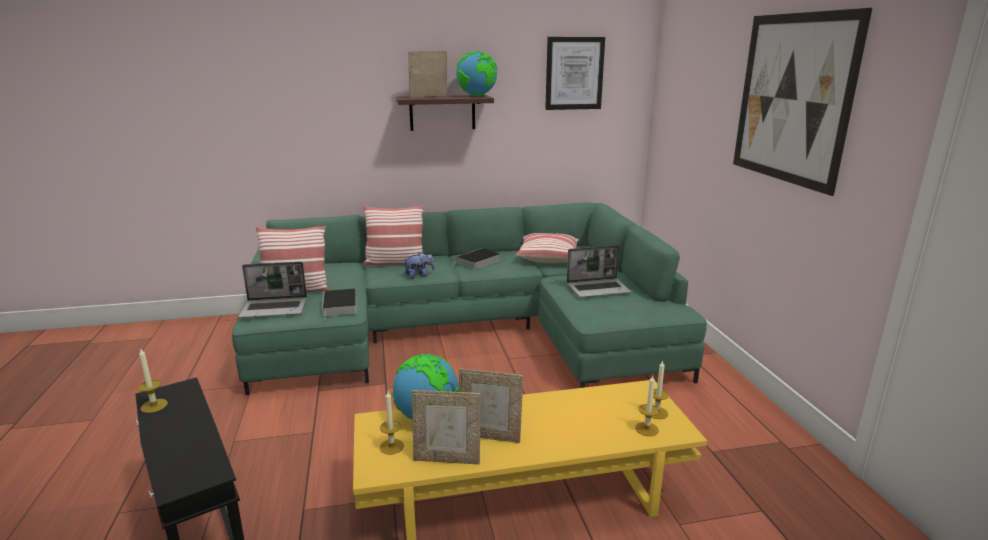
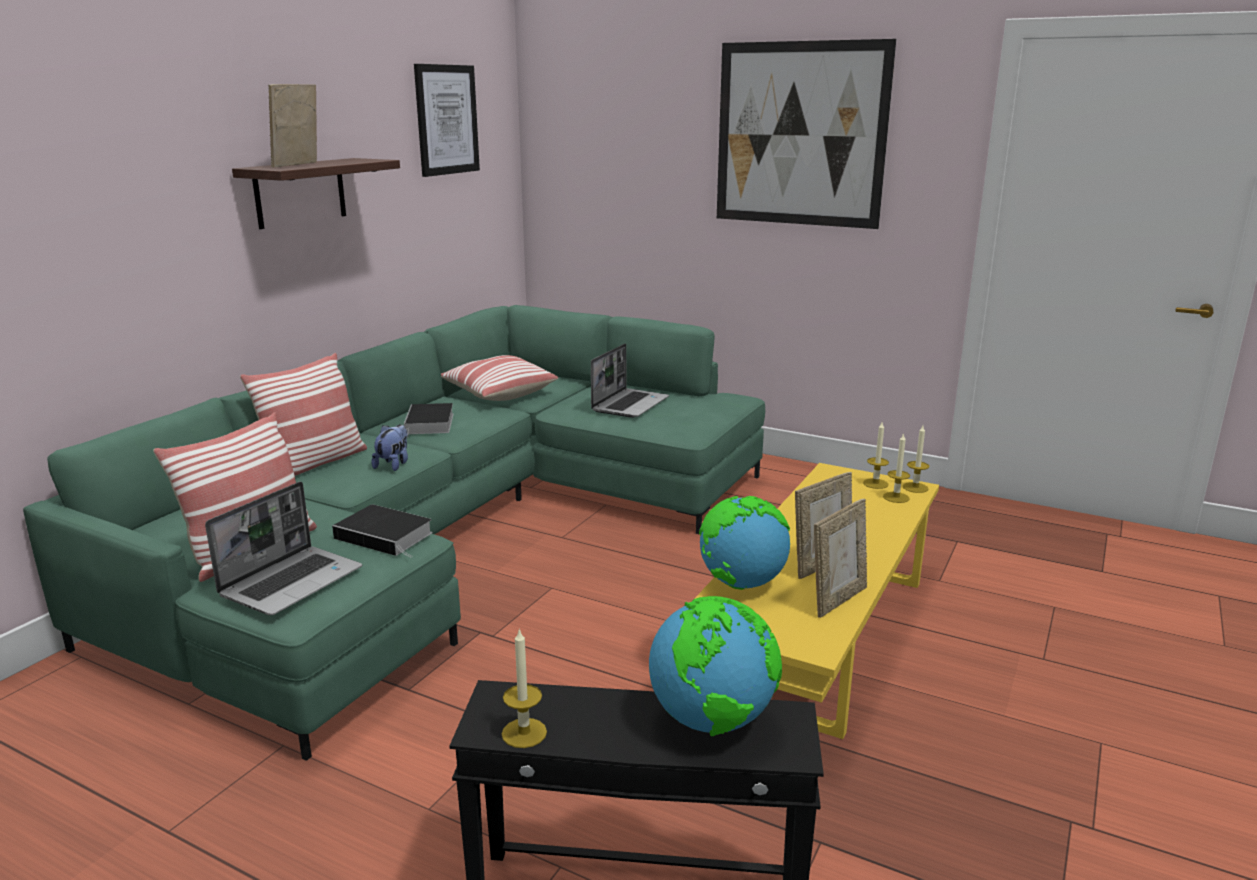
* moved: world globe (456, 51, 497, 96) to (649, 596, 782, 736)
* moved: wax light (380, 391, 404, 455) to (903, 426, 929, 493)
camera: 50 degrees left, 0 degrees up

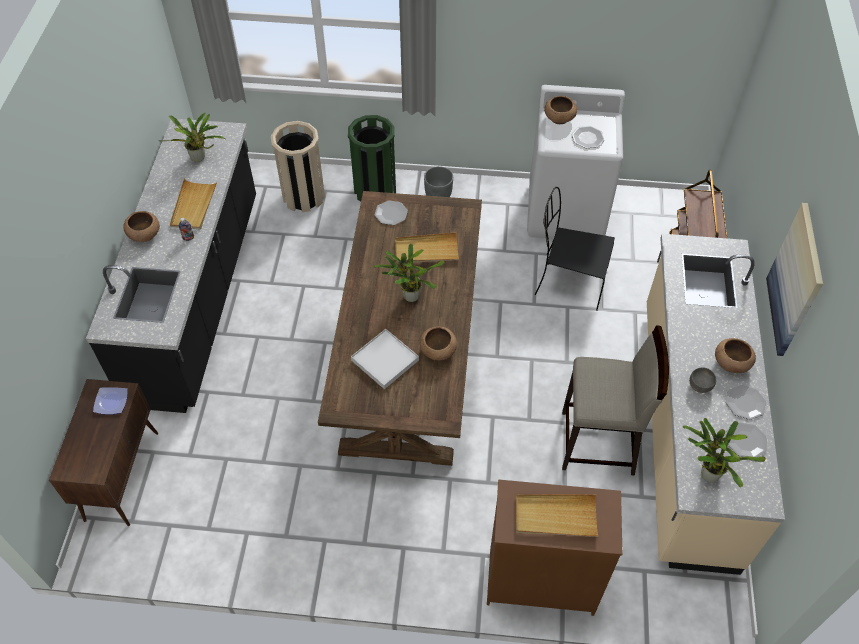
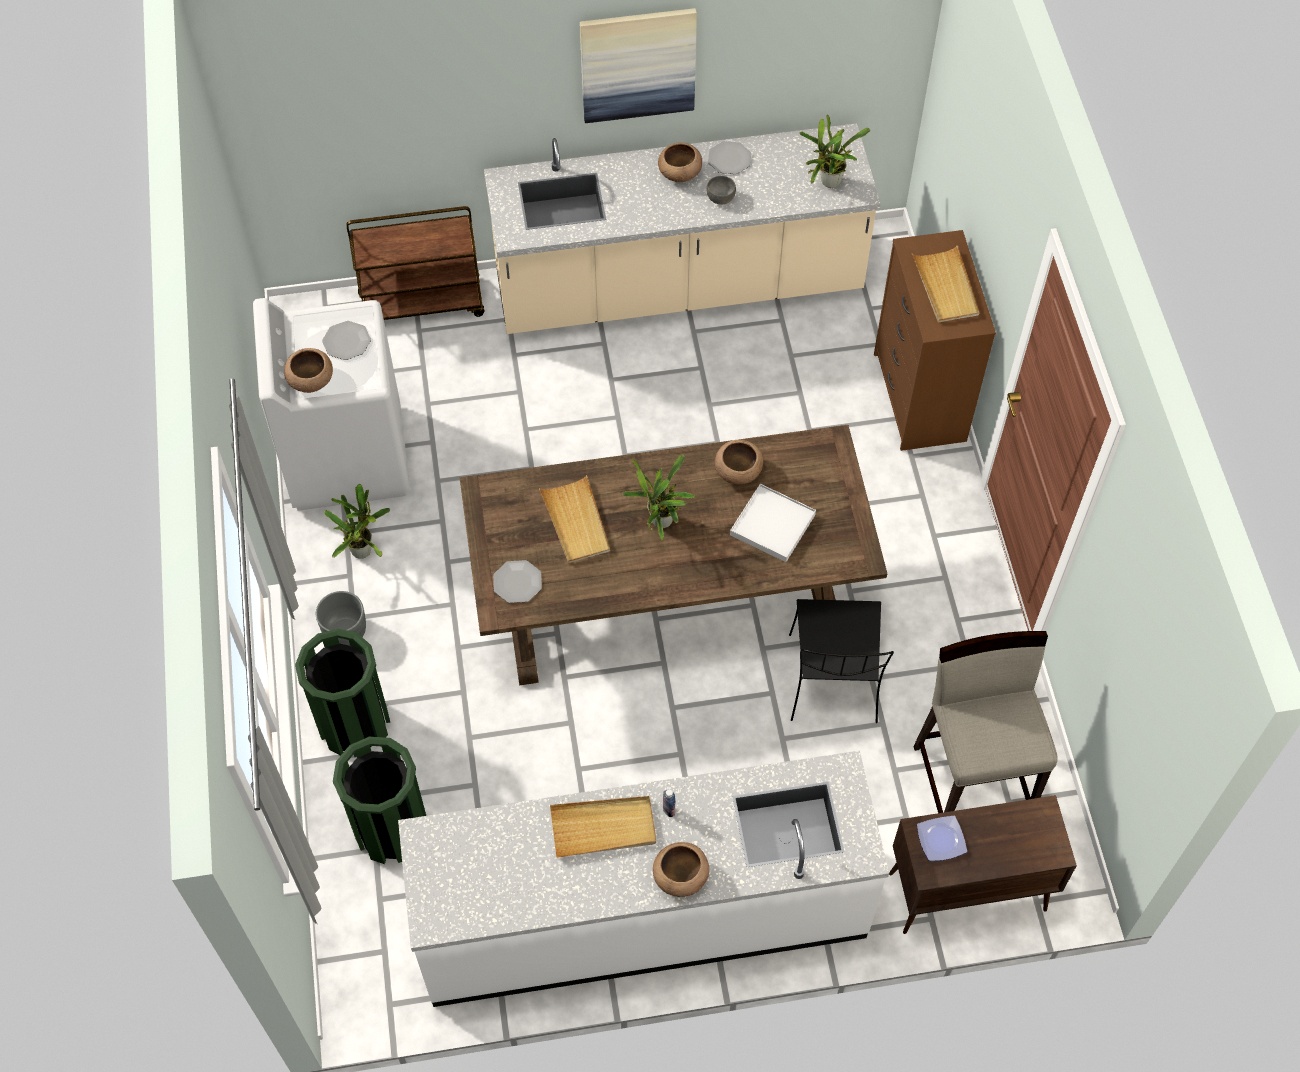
* moved: plant in a pot (159, 113, 225, 162) to (324, 484, 391, 559)
* recoloured: beige trash can (271, 121, 325, 212) to green-coloured trash can (333, 737, 426, 864)
* recoloured: blackish kitchen base unit (86, 119, 256, 413) to whitish kitchen base unit (398, 751, 889, 1007)
* moved: blackish upright chair (535, 187, 615, 311) to (789, 599, 894, 723)
* moved: beige stool (562, 325, 669, 476) to (914, 631, 1058, 813)
* removed: dinner plate (727, 422, 767, 457)
camera: 105 degrees left, 5 degrees up

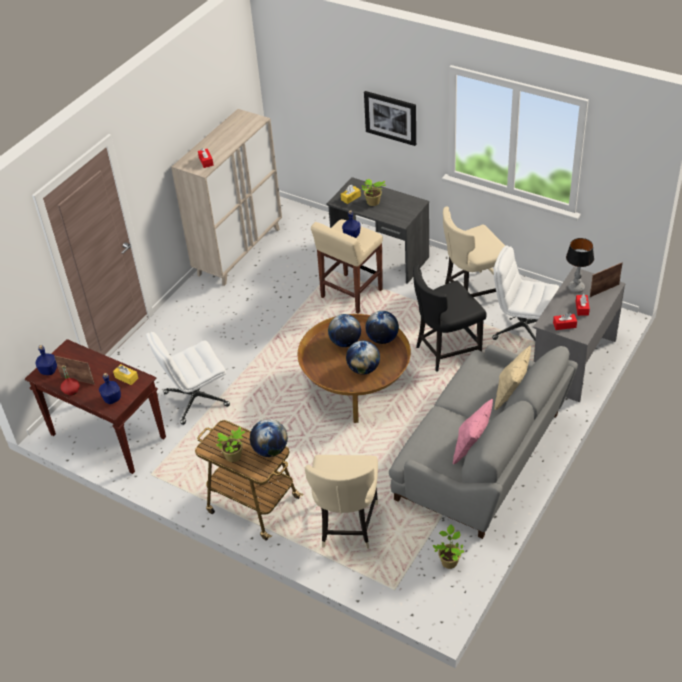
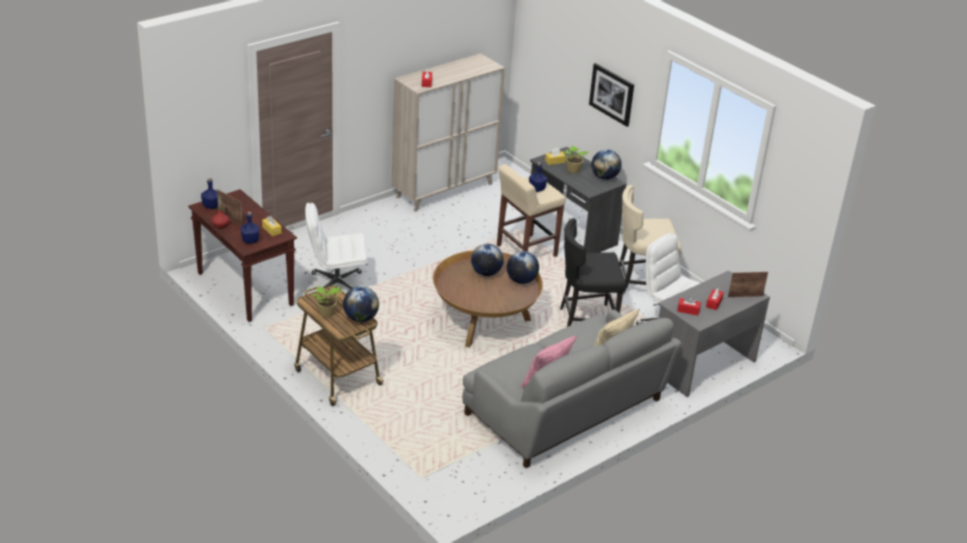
* moved: world globe (346, 340, 380, 374) to (591, 149, 622, 180)
* removed: beige upright chair (305, 455, 378, 549)
* removed: plant in a pot (433, 524, 464, 569)
* removed: table lamp (566, 238, 594, 293)
camera: 15 degrees right, 10 degrees down

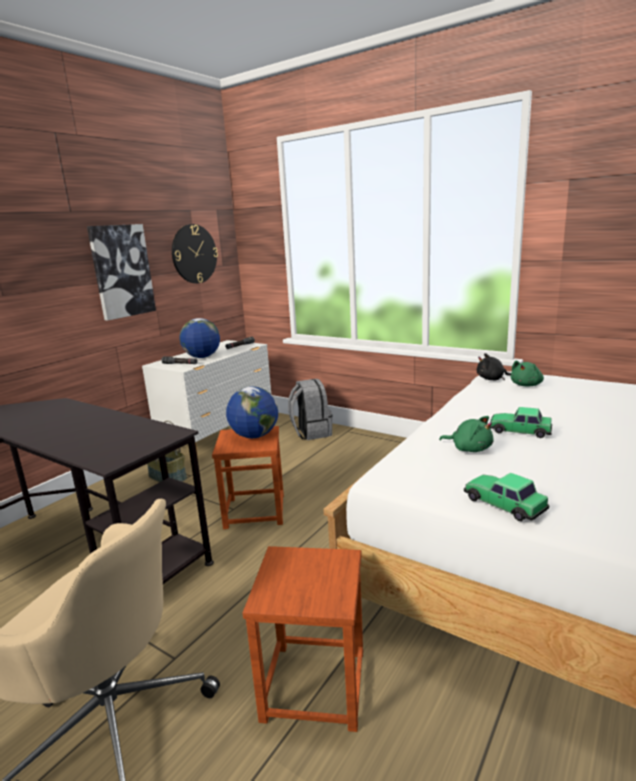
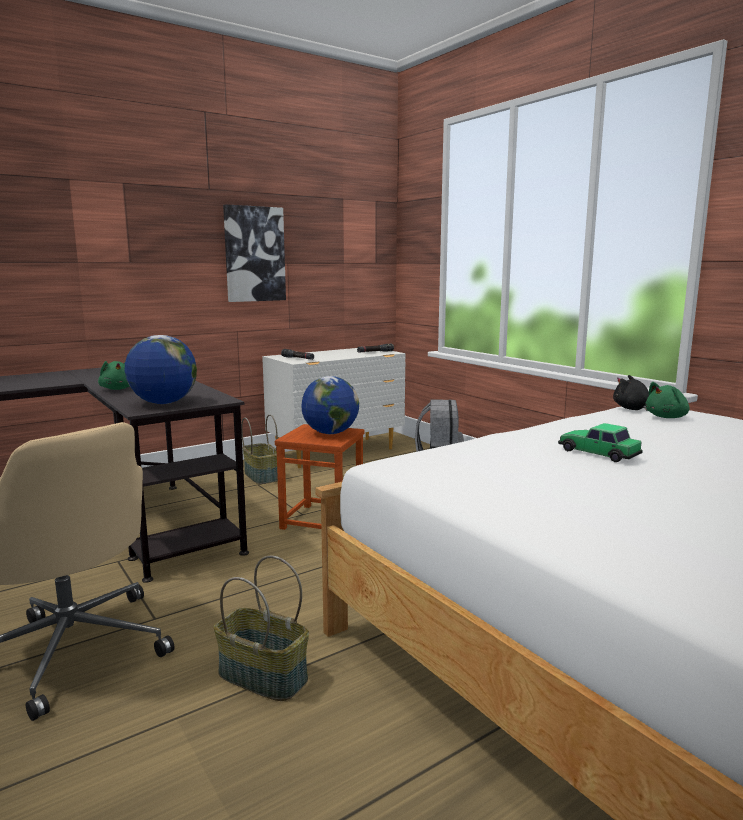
* moved: green-coloured cuddly toy (439, 416, 493, 452) to (98, 361, 130, 390)
* moved: world globe (179, 318, 220, 358) to (125, 335, 197, 404)
* replaced: brownish stool (243, 546, 363, 732) to storage basket (214, 555, 309, 701)
* removed: clock on the wall (172, 224, 218, 283)
* removed: toy car (464, 473, 550, 521)
camera: 20 degrees right, 5 degrees down

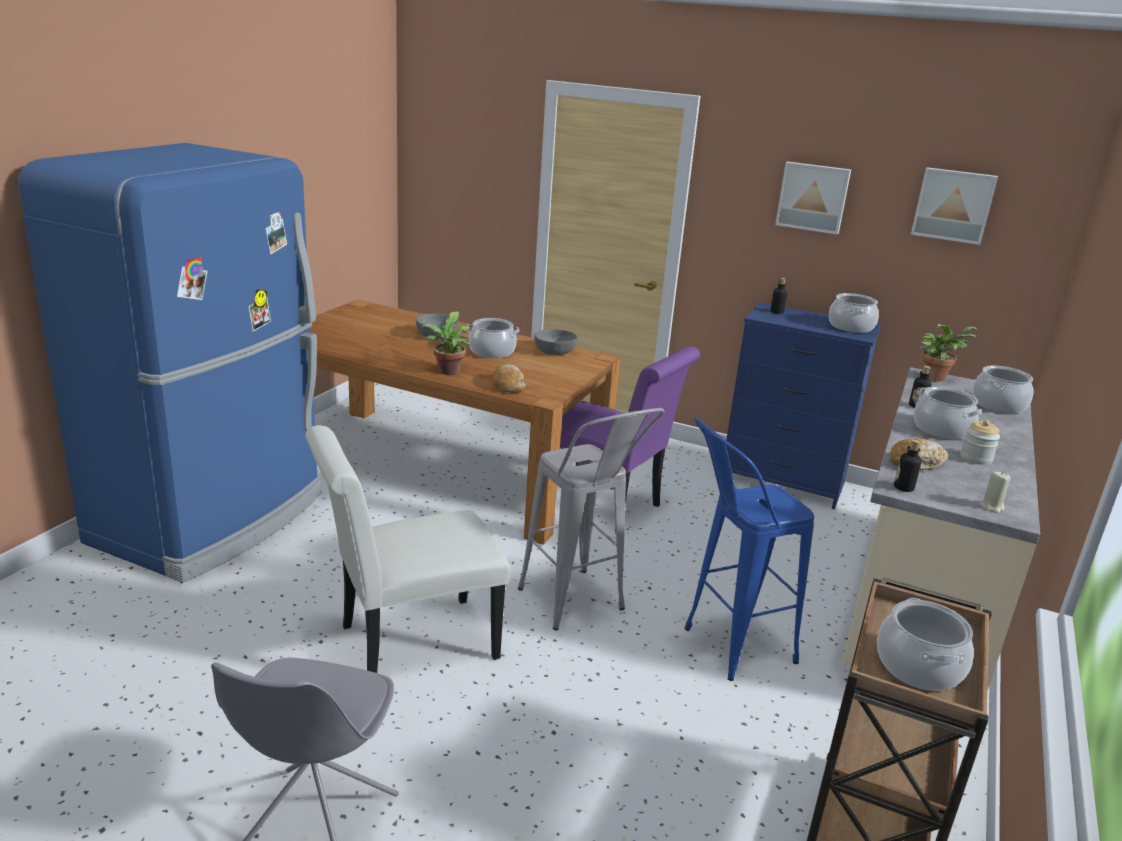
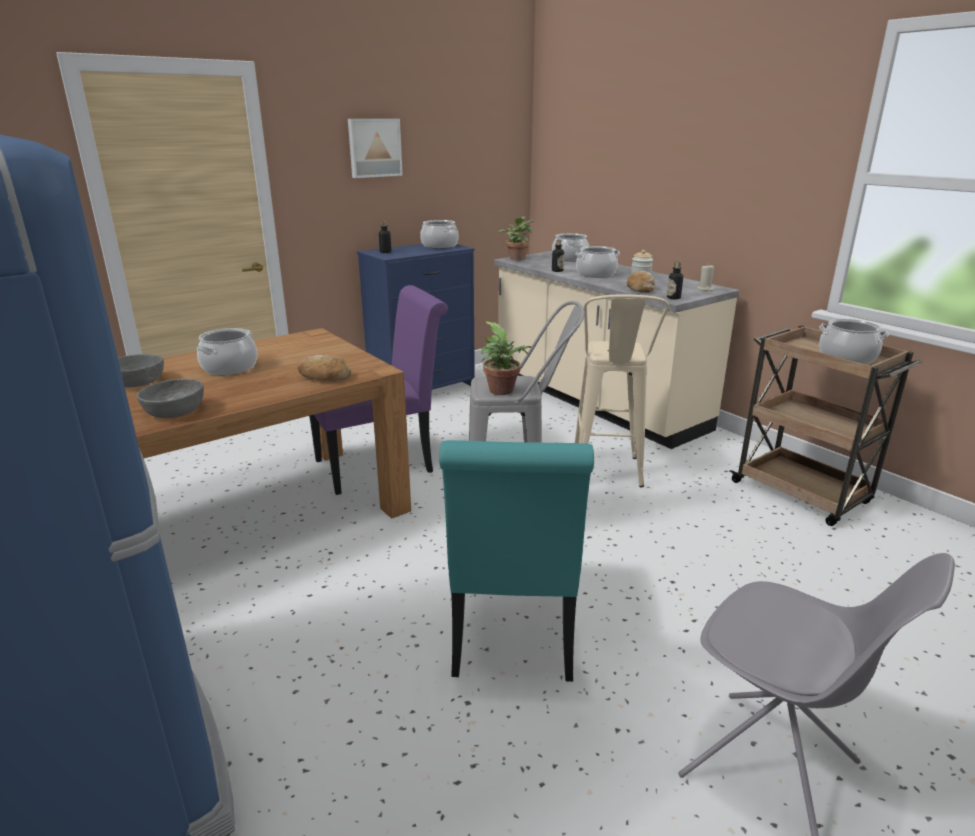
* moved: grey serving bowl (534, 329, 578, 355) to (137, 379, 204, 418)
* recoloured: whitish upright chair (305, 425, 510, 673) to blue-green upright chair (439, 440, 594, 682)
* moved: plant in a pot (421, 312, 470, 375) to (481, 321, 532, 395)
* recoloured: blue-coloured stool (685, 417, 814, 681) to beige stool (575, 295, 669, 487)
* removed: wall picture (911, 167, 998, 245)
camera: 60 degrees left, 0 degrees up

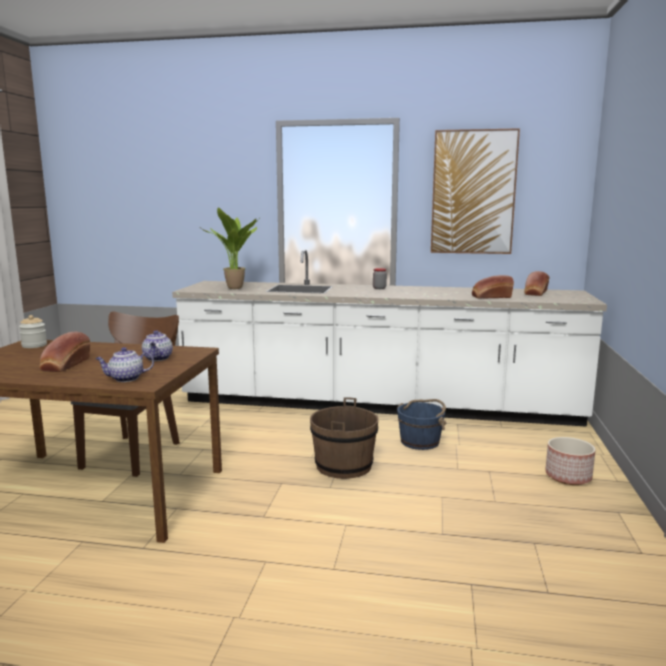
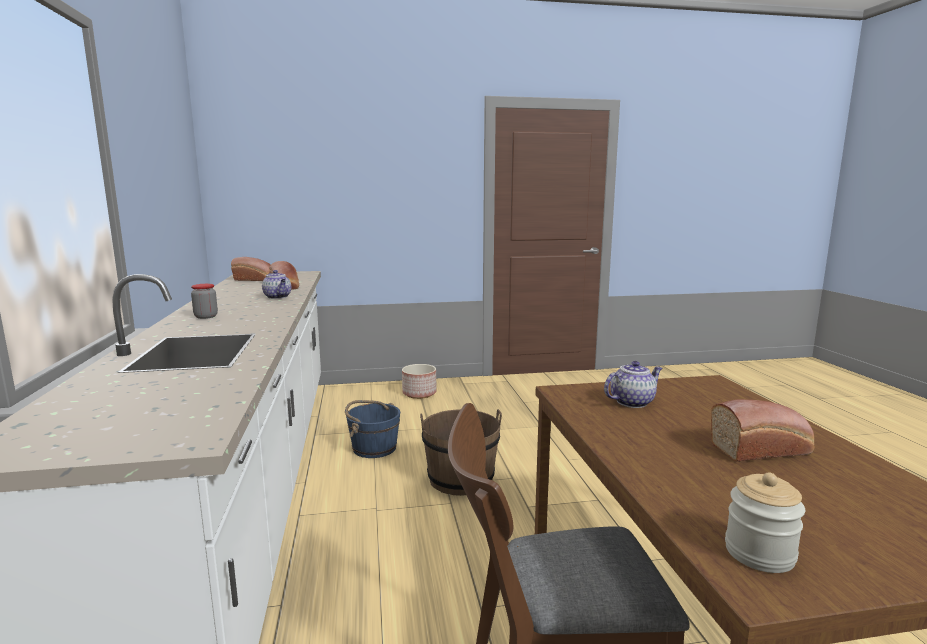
* moved: teapot (95, 347, 154, 382) to (262, 270, 292, 299)
* removed: plant in a pot (201, 208, 259, 289)
* removed: wall picture (431, 128, 520, 254)
camera: 110 degrees left, 0 degrees up

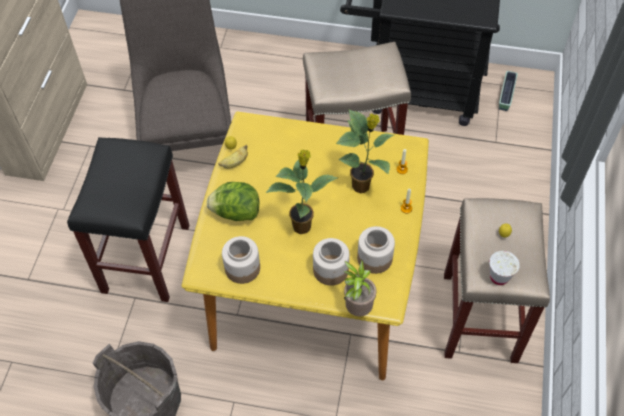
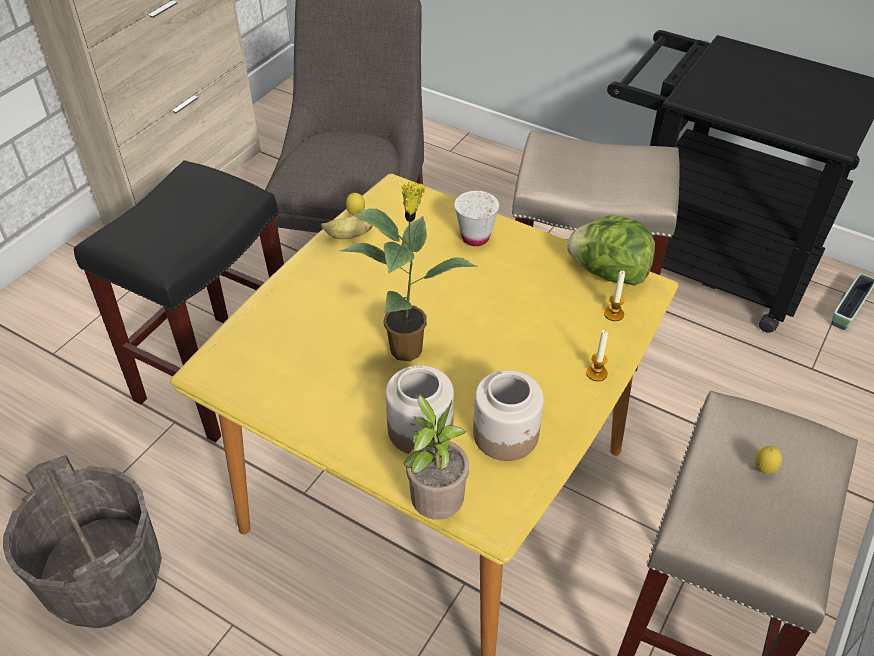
* moved: whitish small cup (489, 251, 520, 285) to (454, 191, 499, 246)
* moved: lettuce (207, 182, 259, 221) to (567, 215, 655, 286)
* removed: storage jar (222, 236, 260, 284)
* removed: plant in a pot (336, 109, 394, 193)
camera: 20 degrees right, 10 degrees down

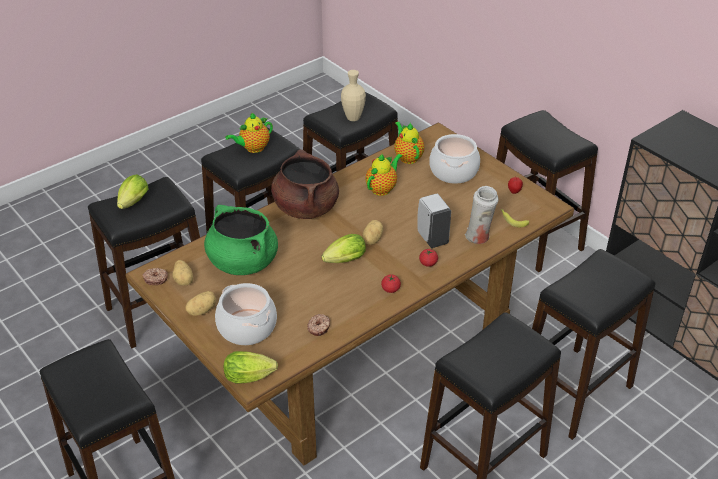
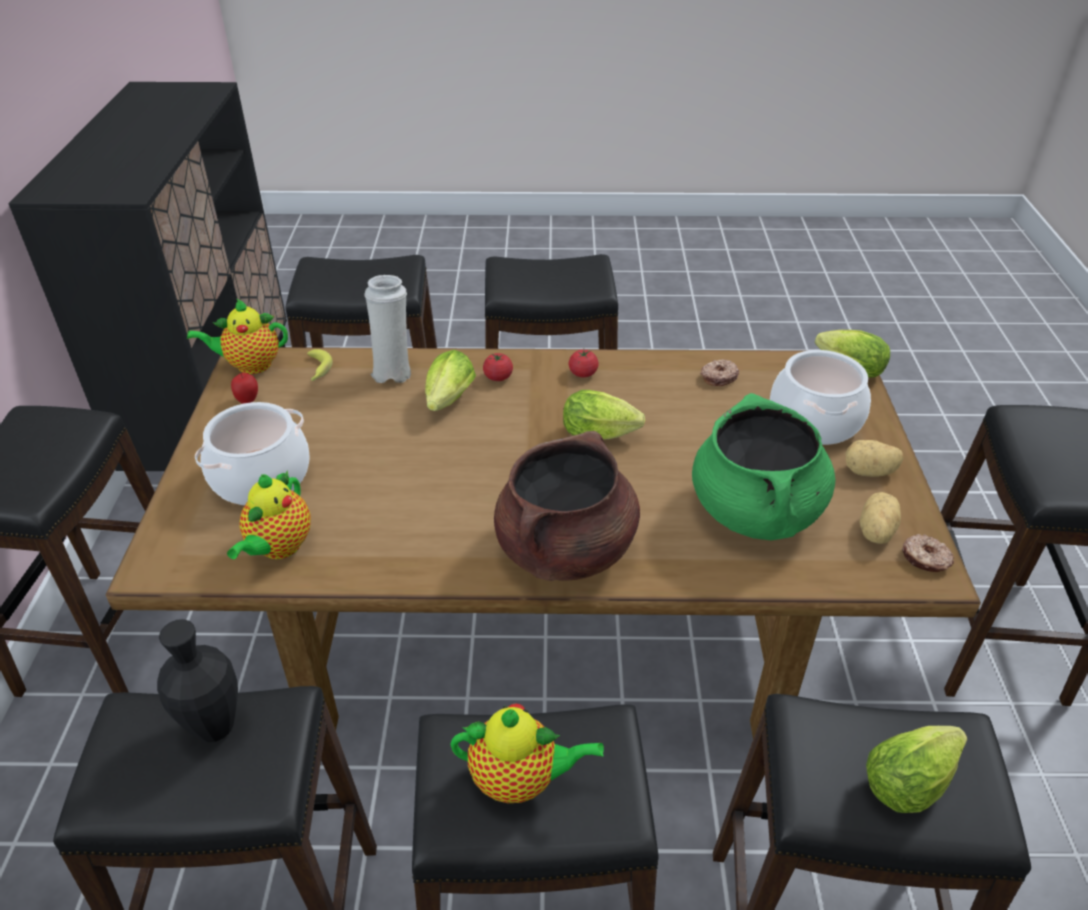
* recoloured: beige decorative vase (341, 70, 366, 121) to blackish decorative vase (157, 619, 238, 742)
* moved: teapot (365, 153, 403, 196) to (187, 299, 288, 374)
* replaced: whitish liquid soap bottle (417, 194, 451, 248) to lettuce (425, 350, 476, 411)
* removed: spud (362, 220, 383, 245)
camera: 140 degrees left, 0 degrees up

